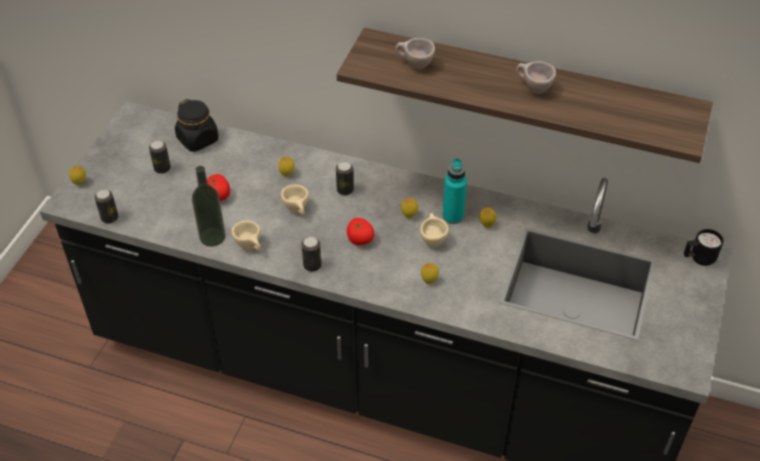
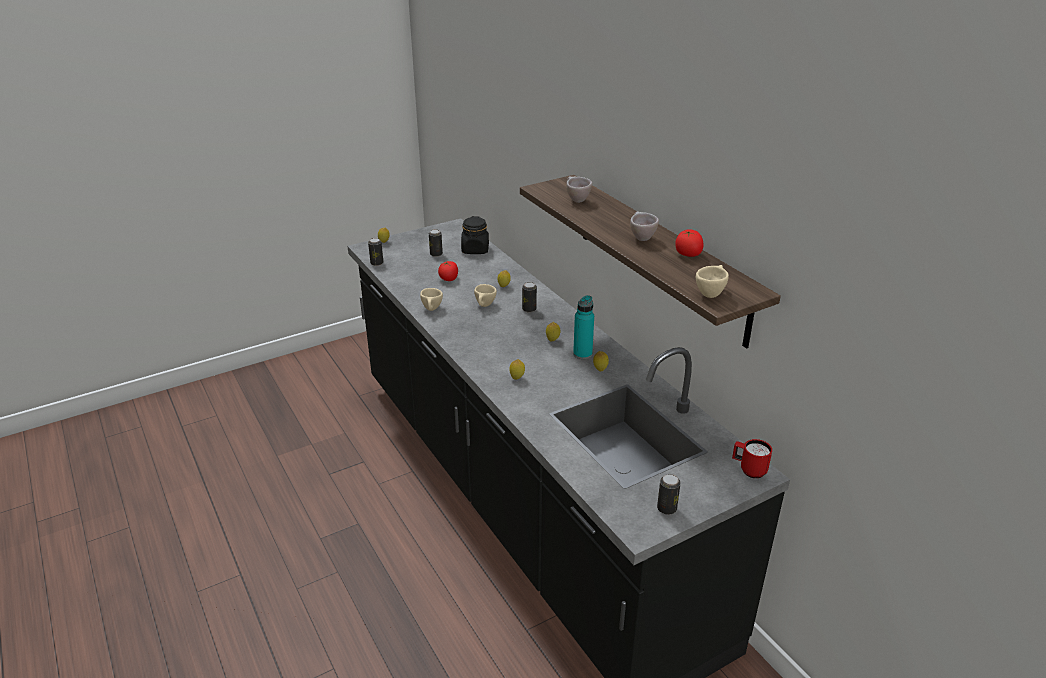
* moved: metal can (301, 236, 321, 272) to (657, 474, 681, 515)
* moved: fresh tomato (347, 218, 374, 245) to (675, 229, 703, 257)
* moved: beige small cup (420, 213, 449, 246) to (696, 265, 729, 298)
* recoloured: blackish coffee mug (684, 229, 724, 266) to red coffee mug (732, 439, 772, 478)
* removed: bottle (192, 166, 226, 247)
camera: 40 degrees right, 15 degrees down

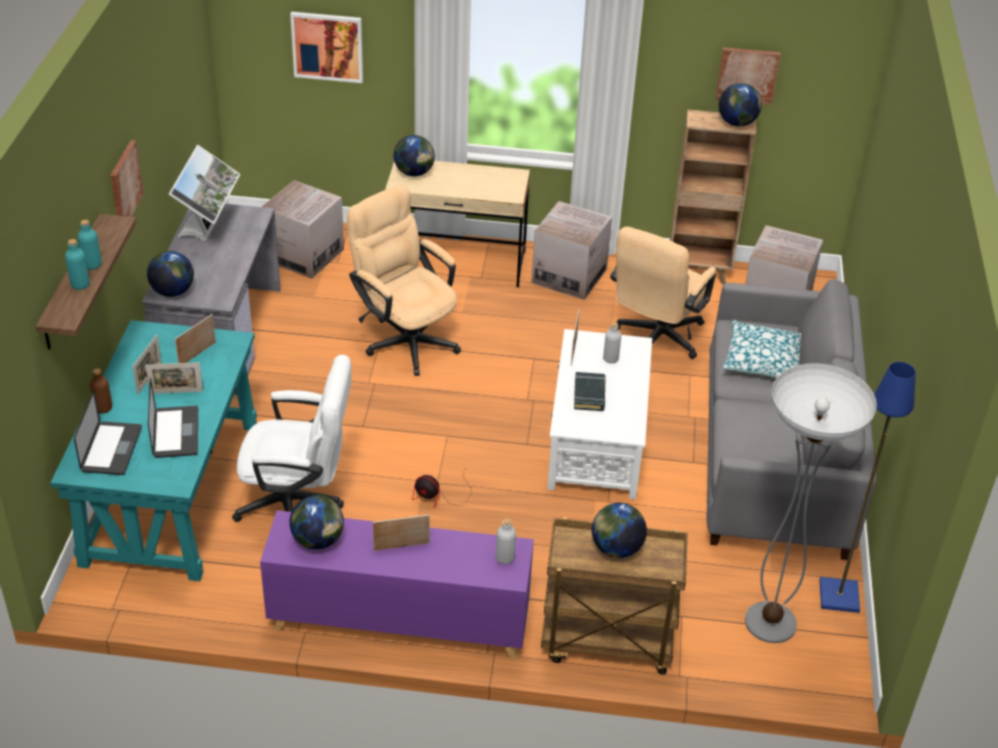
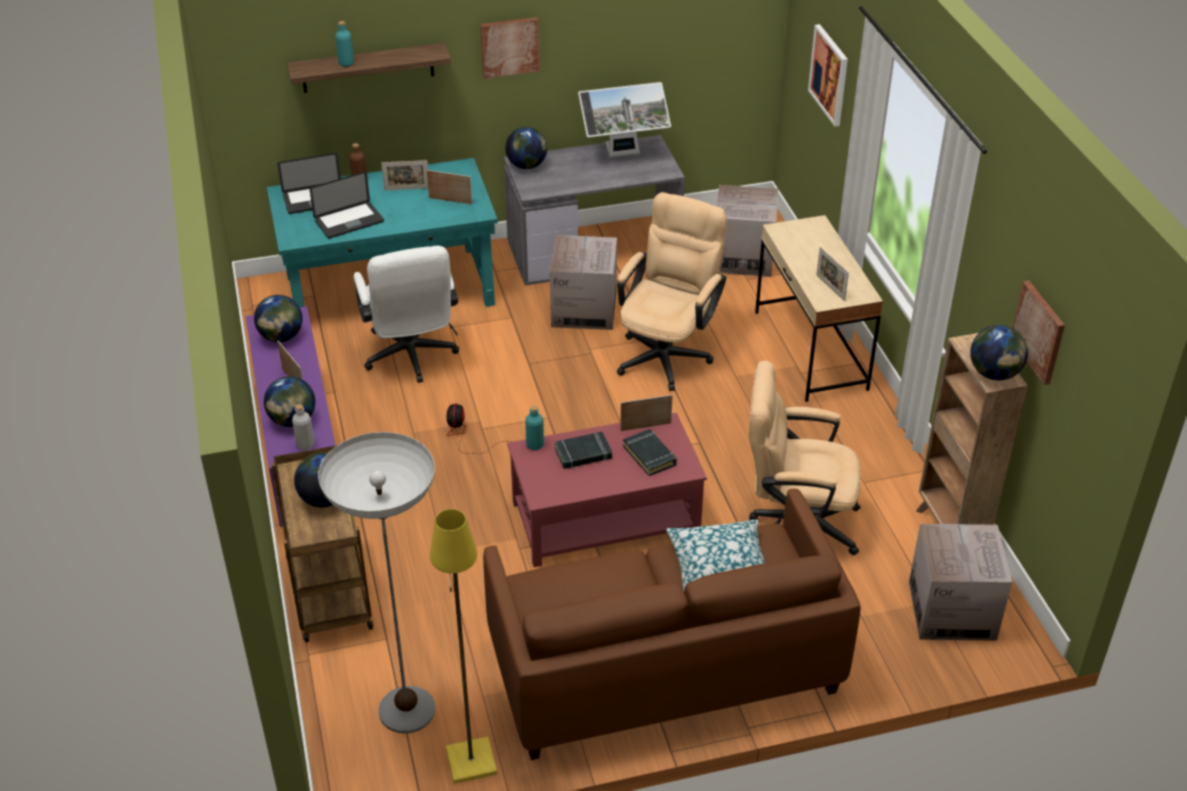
* moved: world globe (394, 135, 435, 176) to (264, 376, 315, 427)
* recoloured: blue-coloured standard lamp (820, 362, 916, 613) to yellow-coloured standard lamp (430, 509, 497, 784)
* recoloured: grey couch (707, 279, 877, 560) to brownish couch (483, 489, 861, 760)
* recoloured: whitish coffee table (547, 329, 652, 499) to red coffee table (508, 413, 707, 567)
* moved: blue-green bottle (78, 220, 102, 270) to (525, 405, 544, 450)
* moved: carton (531, 201, 612, 300) to (550, 235, 617, 330)
* replaced: grey bottle (603, 322, 621, 363) to blackish book (623, 429, 677, 476)
* moved: picture frame (145, 363, 203, 394) to (816, 247, 849, 301)
camera: 70 degrees right, 0 degrees up

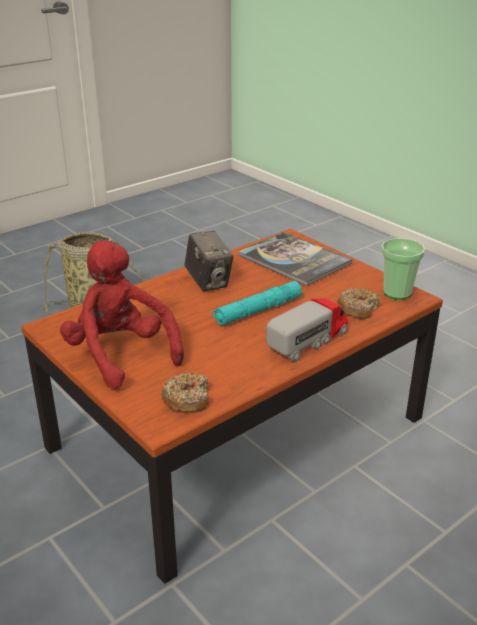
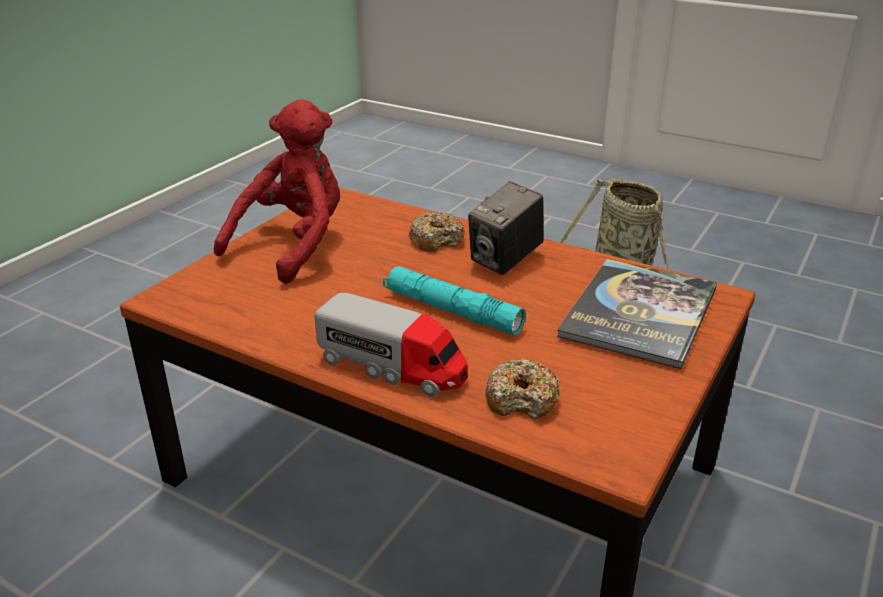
* moved: doughnut (161, 373, 209, 412) to (409, 212, 464, 252)
* removed: small cup (381, 238, 425, 300)
camera: 70 degrees right, 0 degrees up

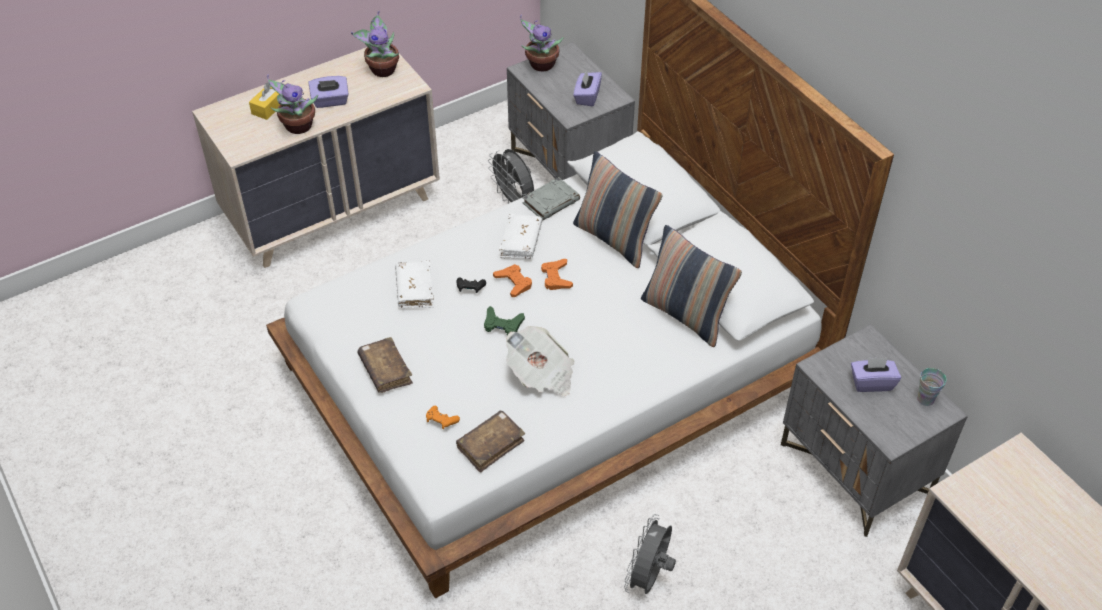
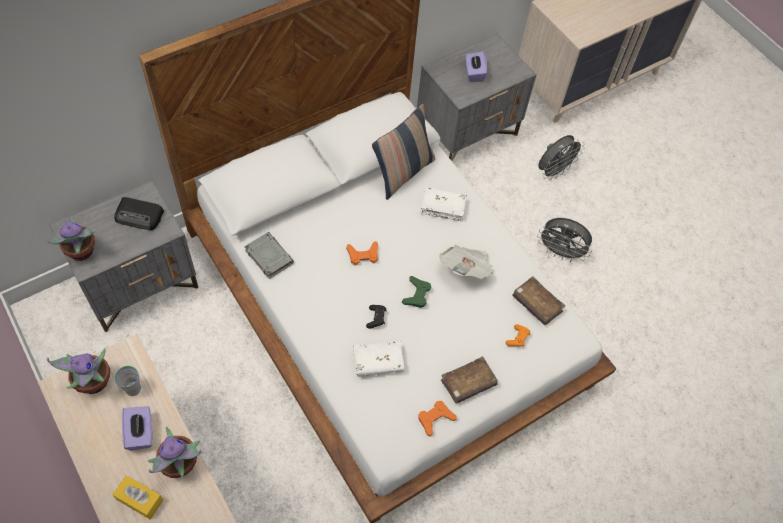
* replaced: purple box of tissues (573, 69, 602, 106) to radio receiver (114, 197, 164, 230)
* moved: small cup (917, 368, 946, 406) to (115, 366, 141, 396)
* moved: orange-coloured gamepad (493, 264, 532, 297) to (418, 401, 457, 437)
* moved: whitish book (499, 214, 542, 259) to (420, 186, 467, 221)
* moved: grey electric fan (488, 149, 534, 204) to (538, 135, 584, 180)
* removed: pillow (573, 151, 663, 268)
camera: 95 degrees left, 10 degrees up

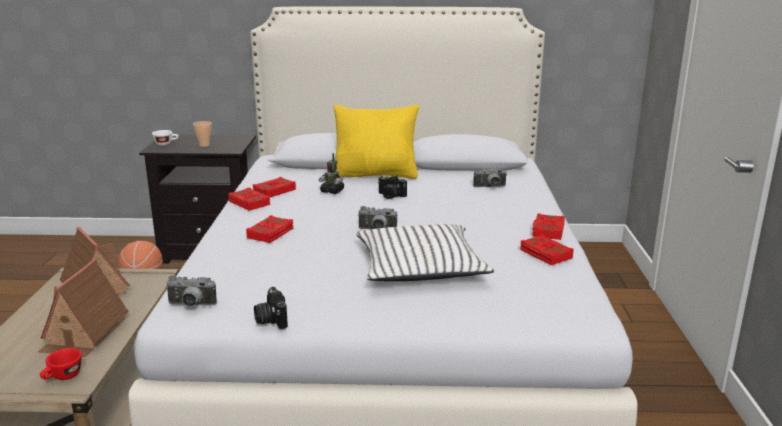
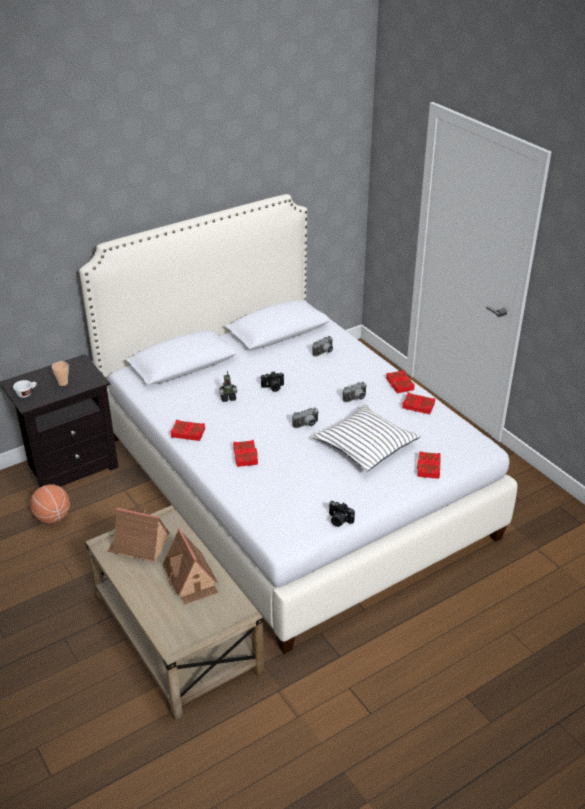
* moved: still camera (165, 275, 217, 307) to (343, 382, 367, 402)
* moved: red book (253, 177, 296, 197) to (417, 451, 441, 479)
* removed: red small cup (40, 348, 82, 380)
* removed: yellow-coloured pillow (334, 104, 419, 179)
camera: 35 degrees left, 15 degrees up

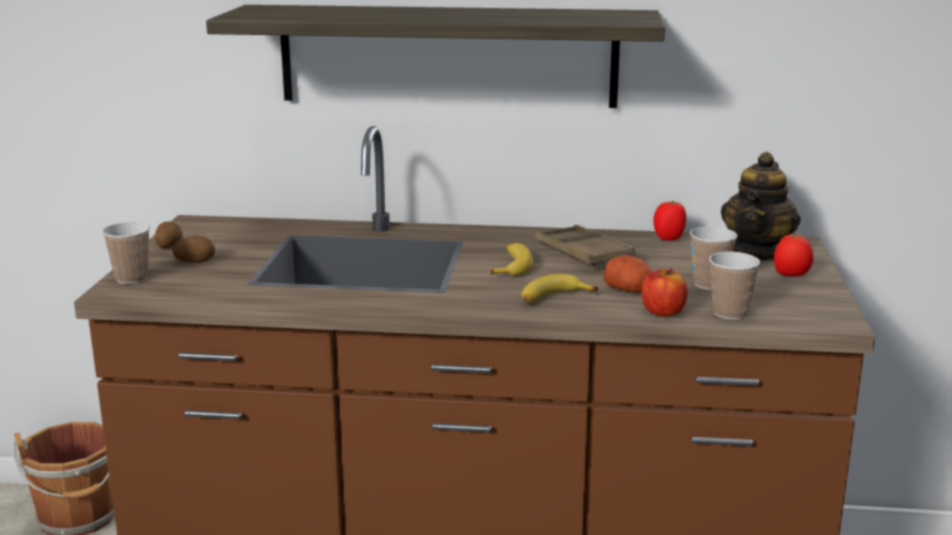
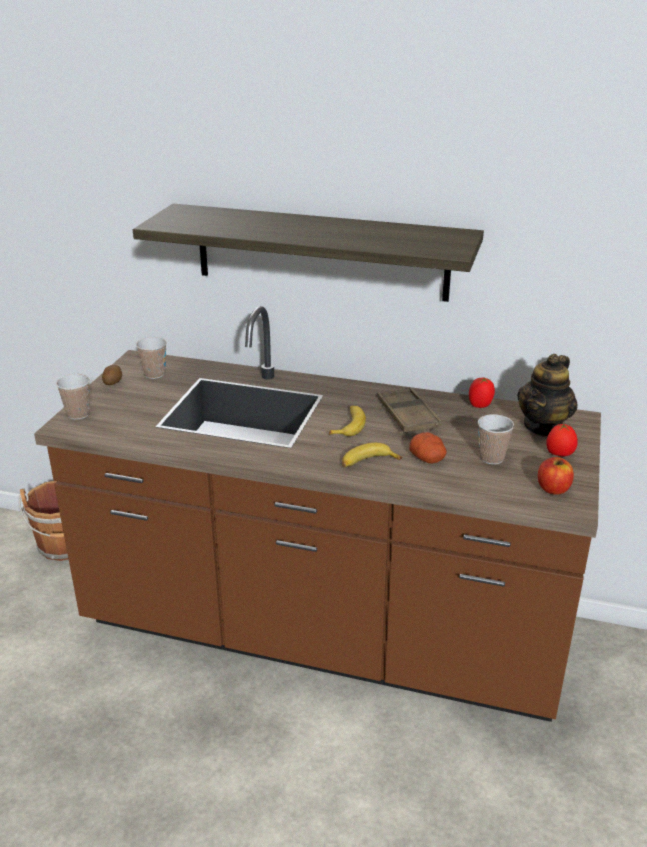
* moved: small cup (709, 252, 760, 320) to (136, 337, 167, 379)
* moved: apple fruit (641, 269, 688, 317) to (538, 457, 574, 495)
* removed: spud (173, 236, 215, 263)
camera: 10 degrees right, 10 degrees up

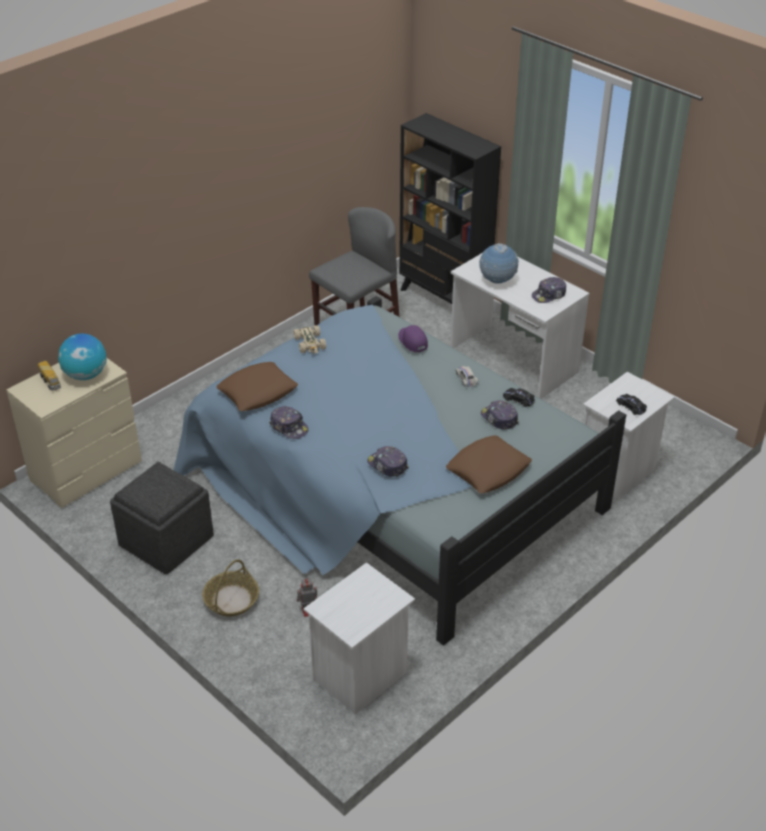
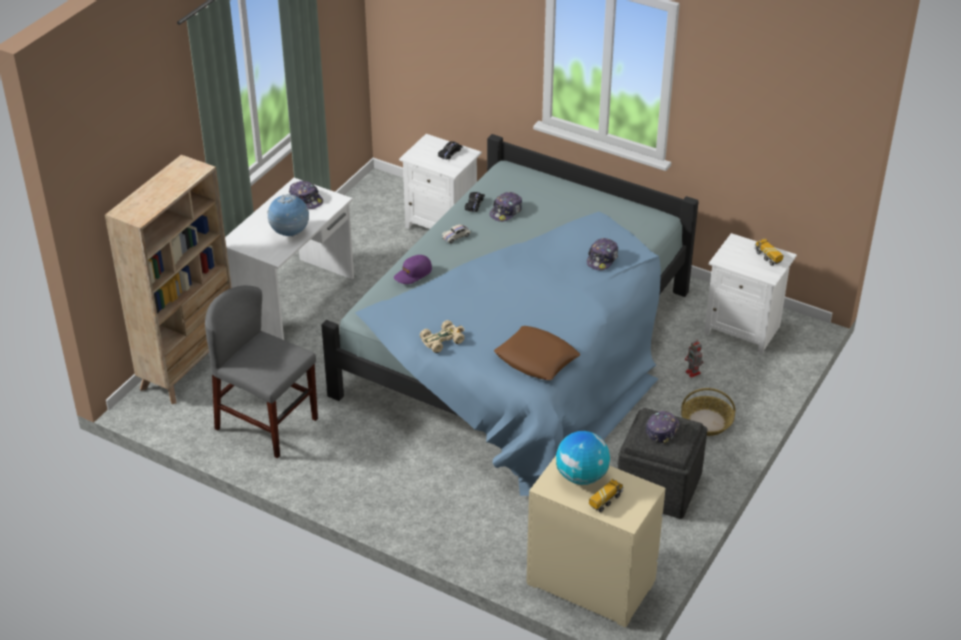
* recoloured: blackish bookshelf (399, 113, 501, 304) to beige bookshelf (105, 155, 232, 404)
* moved: peaked cap (270, 406, 309, 439) to (646, 411, 680, 444)
* added: toy truck (754, 238, 783, 266)
* removed: brownish pillow (446, 435, 532, 494)
camera: 105 degrees left, 0 degrees up

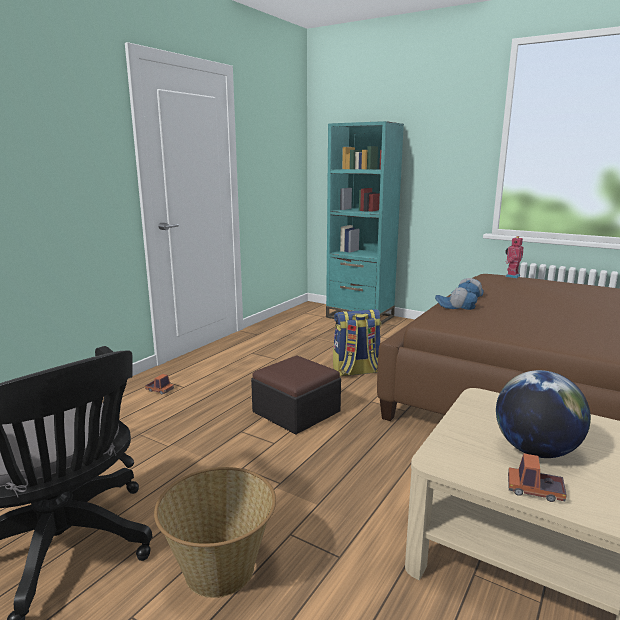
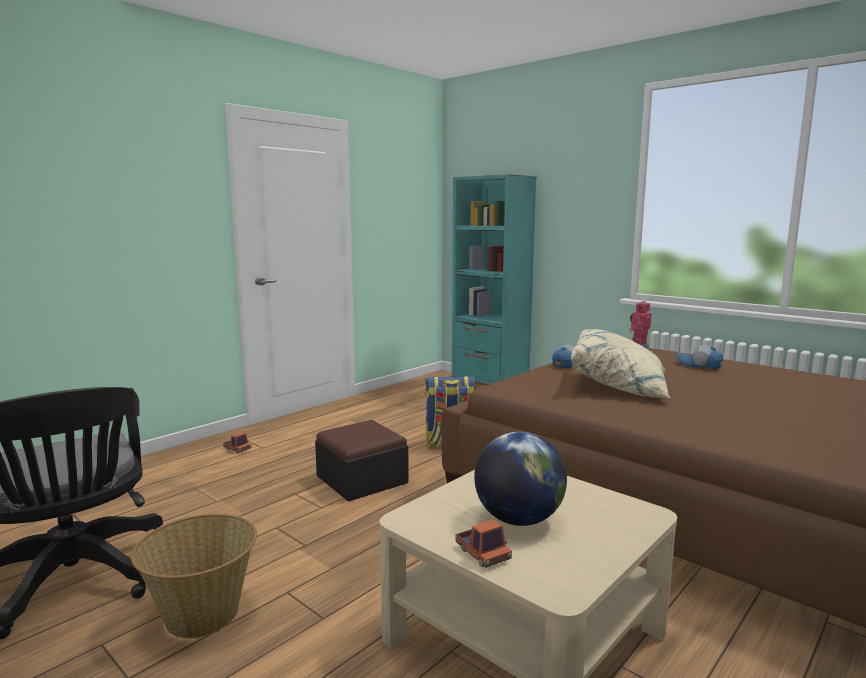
* turned: toy truck (508, 453, 567, 502) = (456, 519, 512, 568) 150 degrees counterclockwise
* added: beige pillow (571, 329, 670, 398)
* moved: peaked cap (435, 287, 478, 310) to (676, 345, 723, 369)
camera: 10 degrees right, 5 degrees down

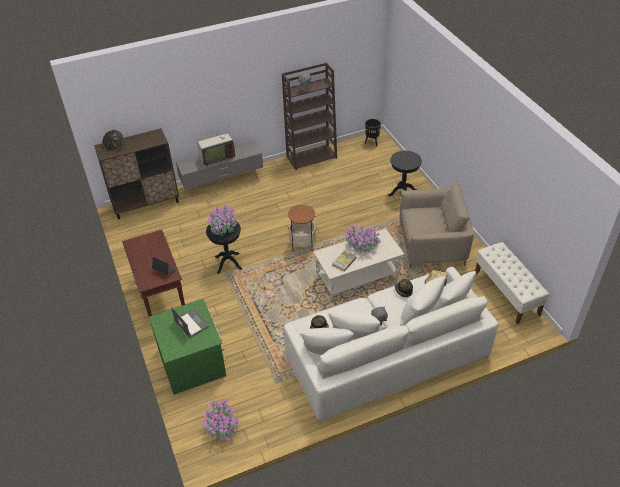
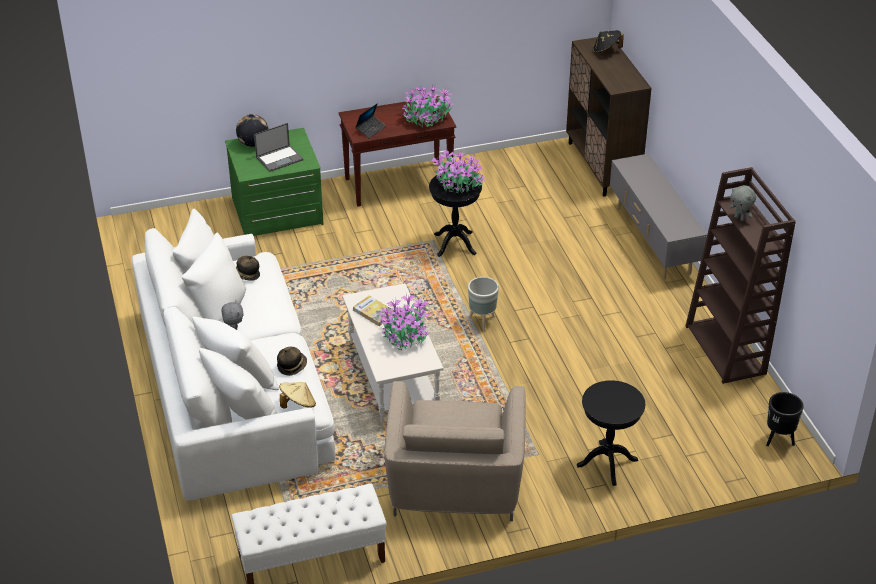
* added: world globe (236, 114, 269, 147)
* moved: plant in a pot (202, 400, 240, 441) to (402, 85, 454, 128)
* replaced: side table (288, 205, 316, 252) to grey flower pot (468, 277, 499, 331)
* removed: TV set (198, 122, 235, 166)
camera: 95 degrees right, 5 degrees down

